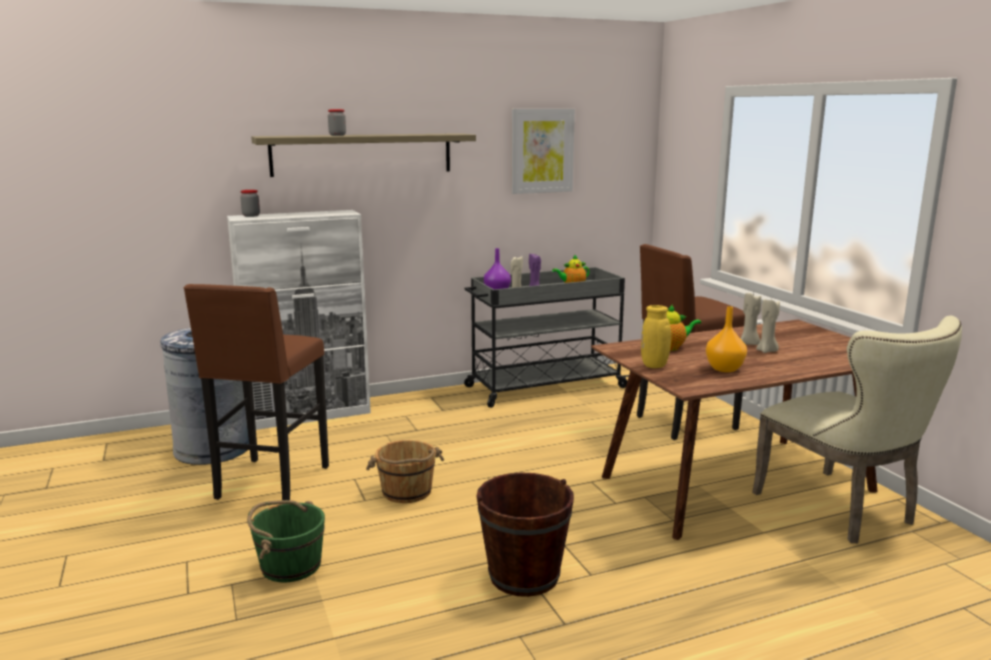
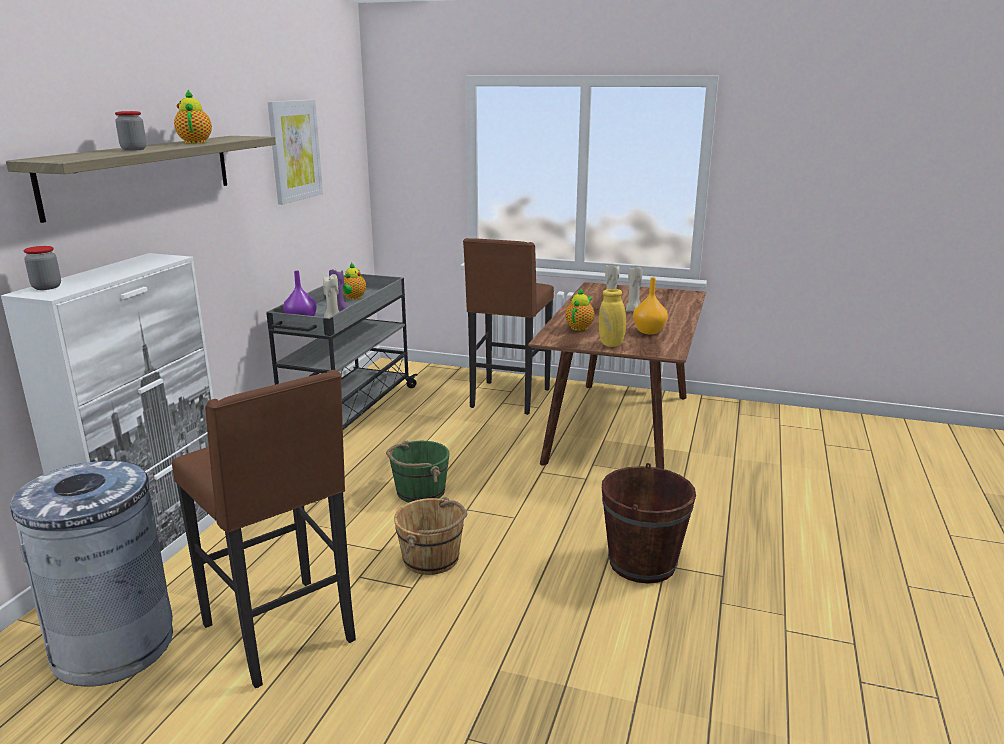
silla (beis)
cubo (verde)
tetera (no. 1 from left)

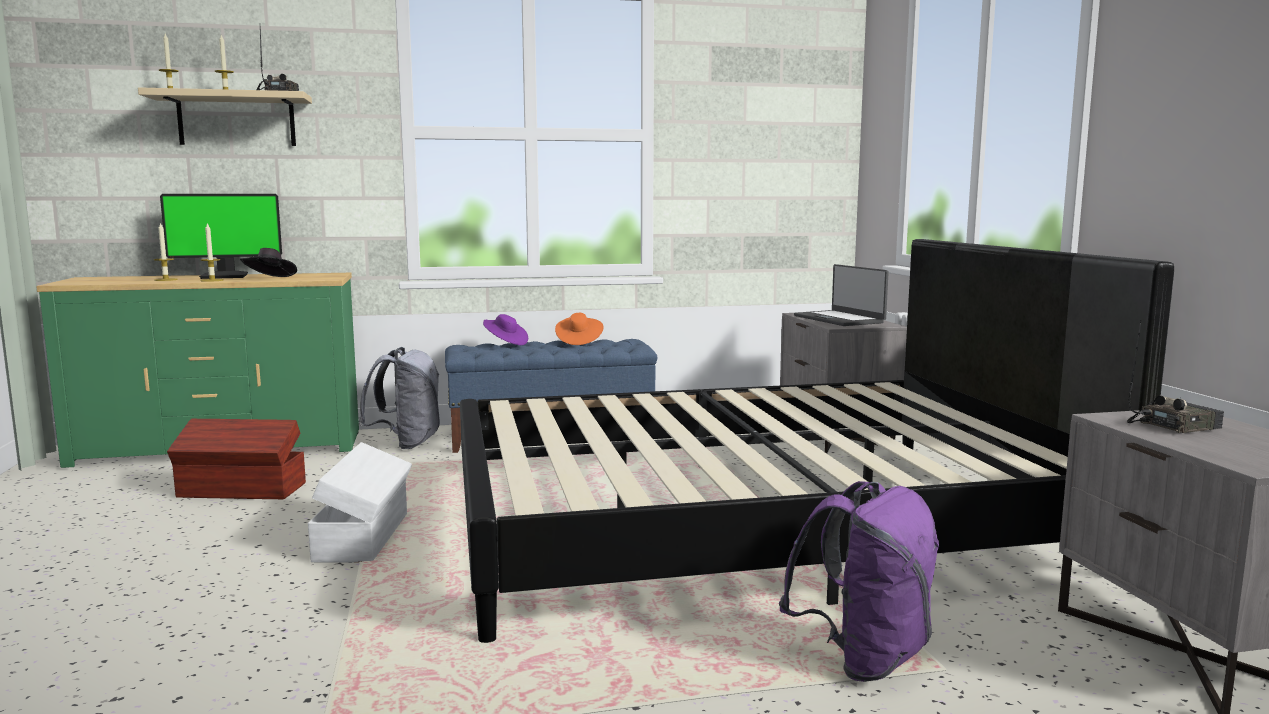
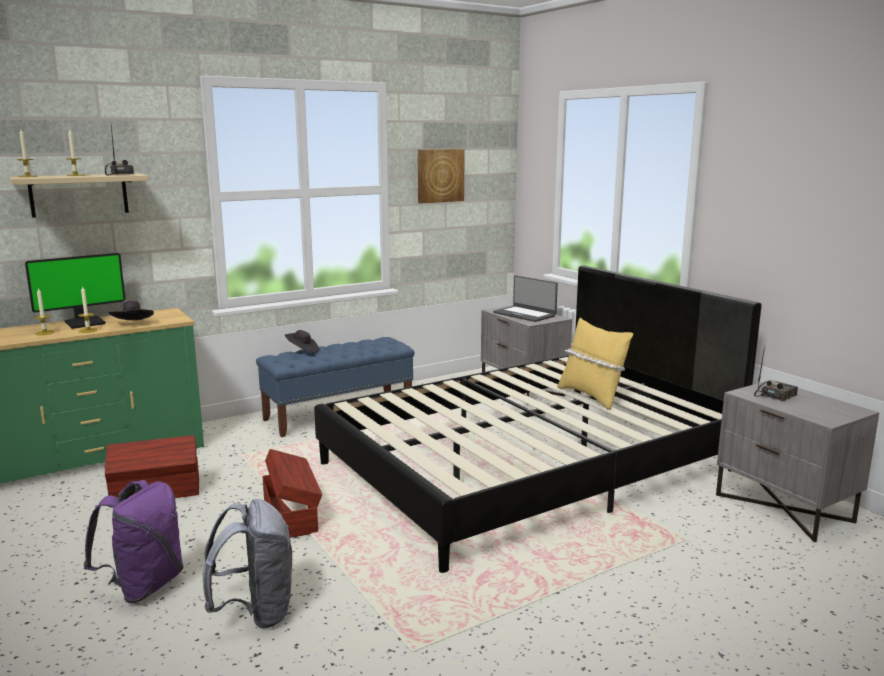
sombrero (naranja)
sombrero (negro) (no. 2 from left)
mochila (gris)
caja de almacenaje (marrón) (no. 2 from left)
mochila (morado)
cuadro
cojín (amarillo)

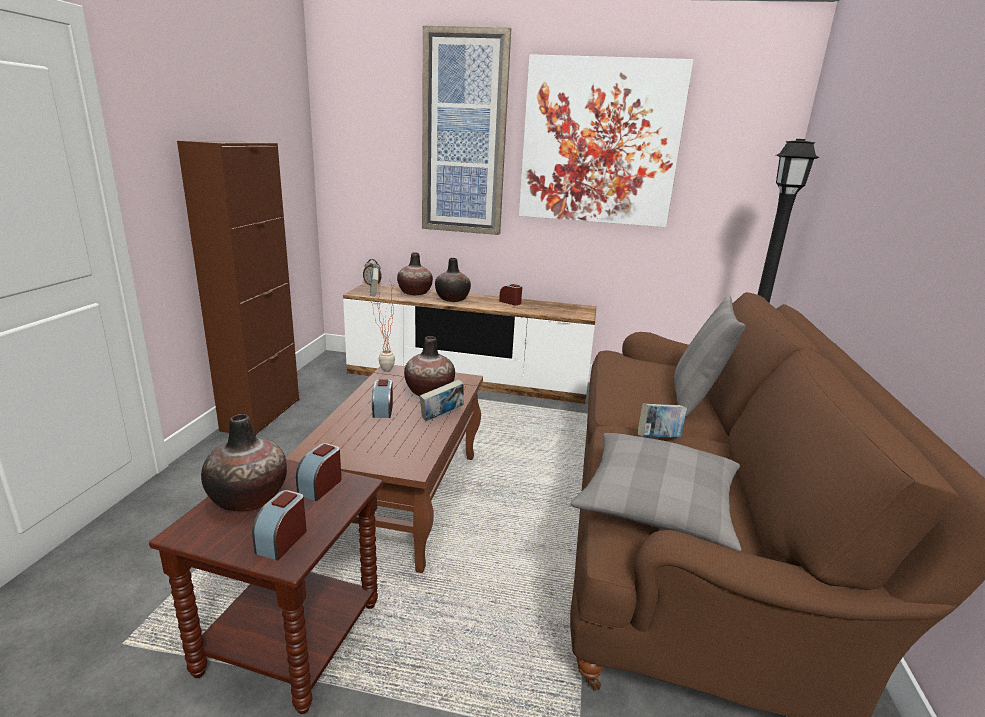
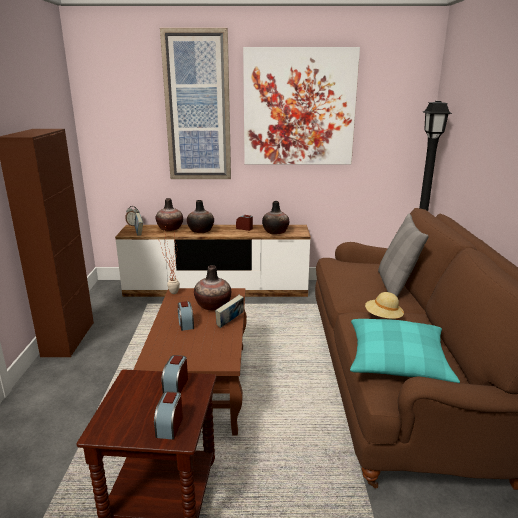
sombrero (beis)
florero (no. 4 from left)
cojín (turquesa)

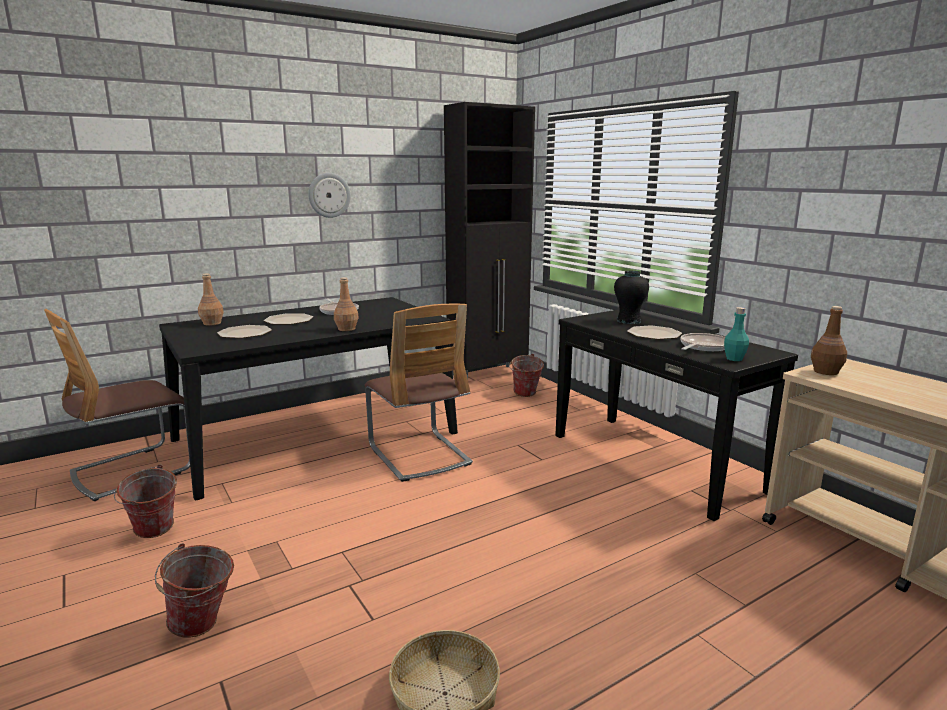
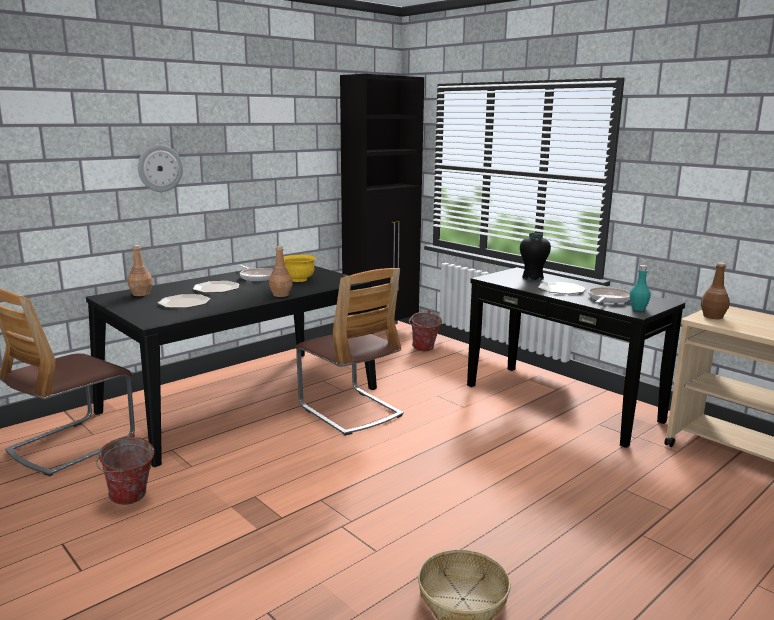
reloj de pared
cubo (no. 2 from left in the first image)
cuenco (amarillo)

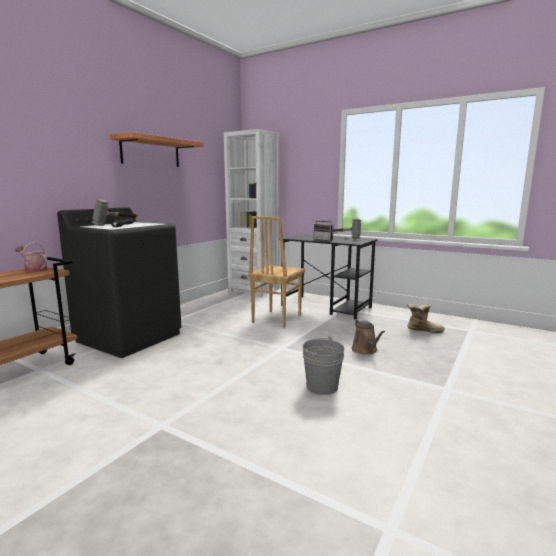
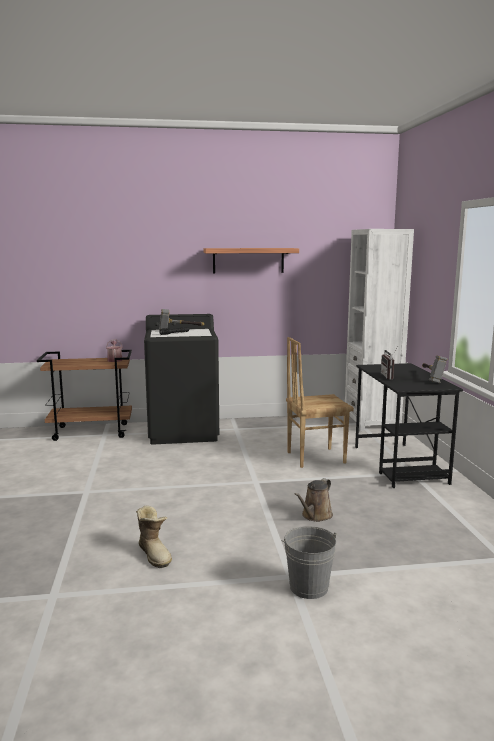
bota
cubo (gris)

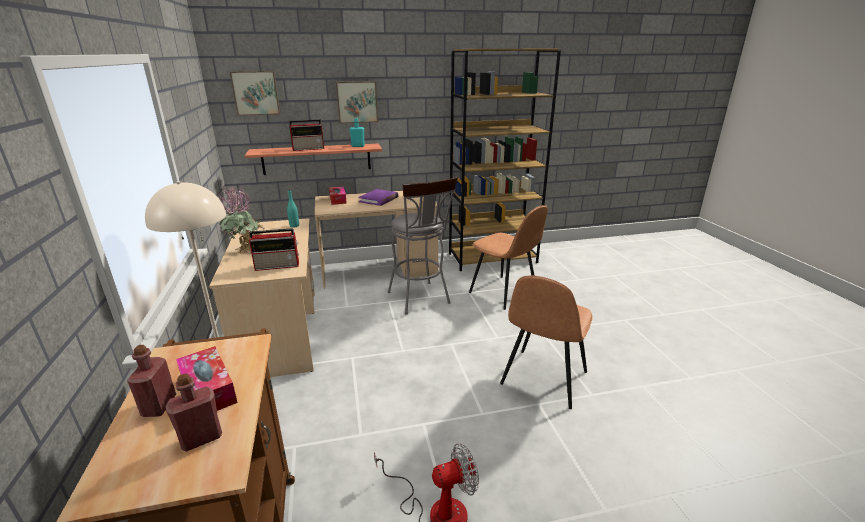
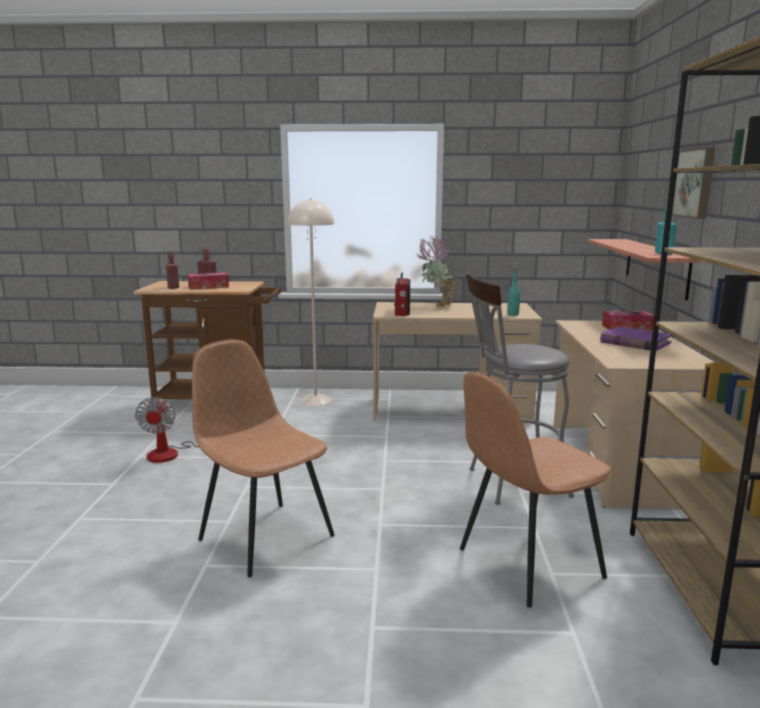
cuadro (no. 1 from left in the first image)
radio (no. 2 from left in the first image)

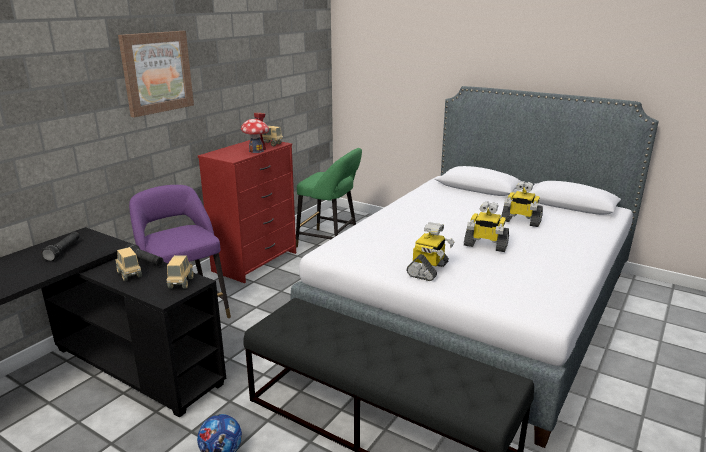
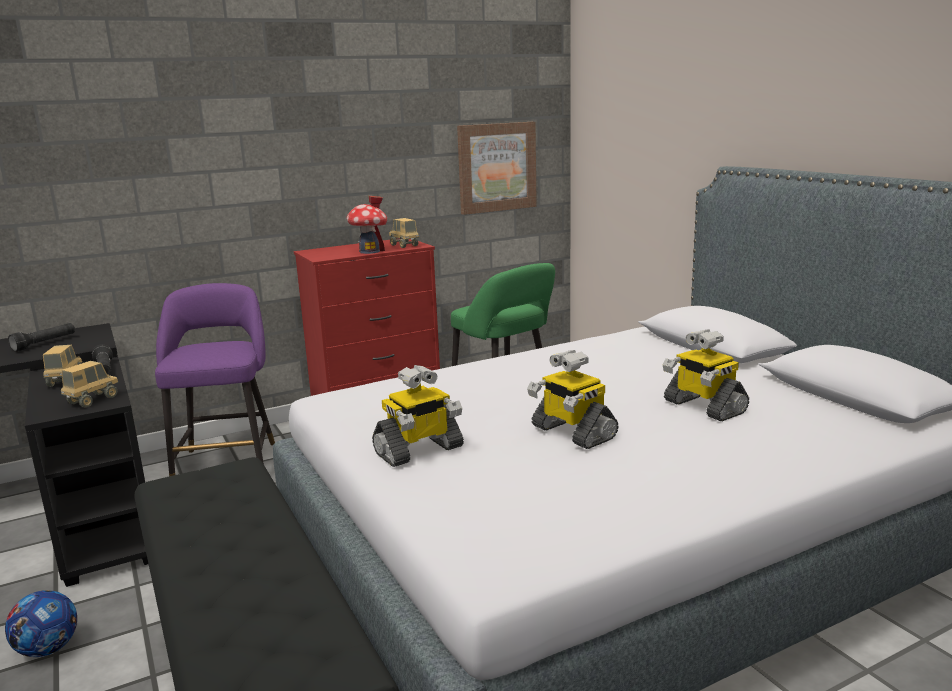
cuadro

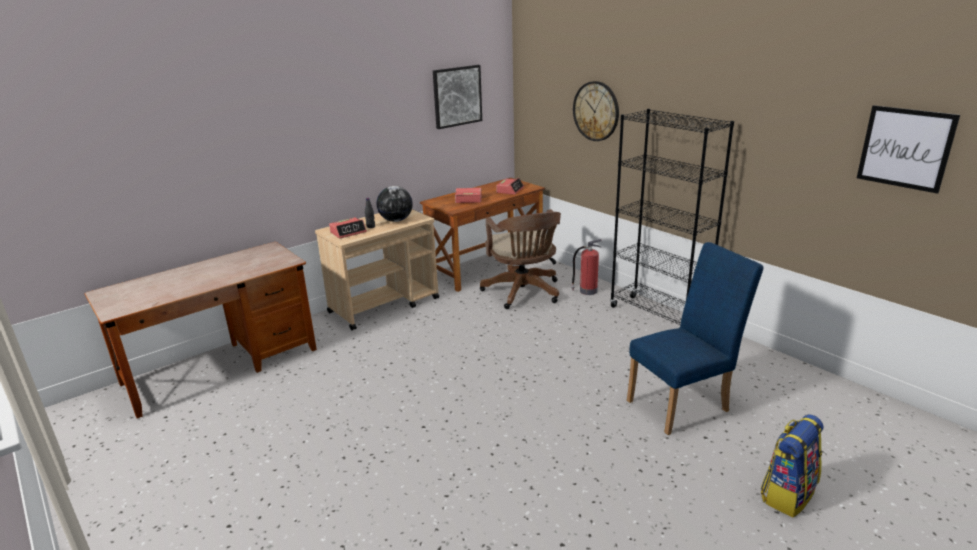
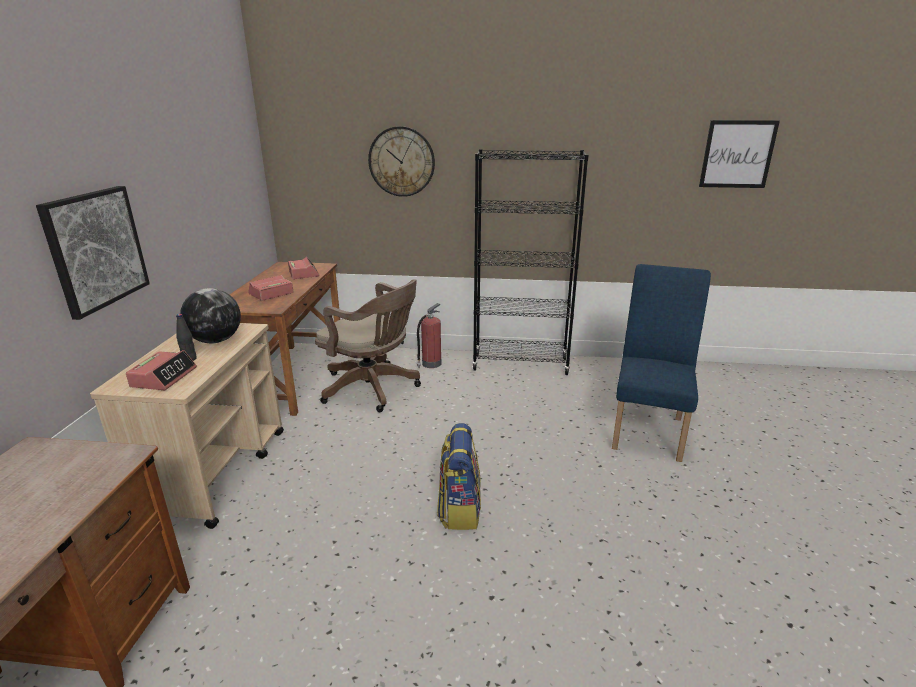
cuadro (no. 1 from left)
mochila

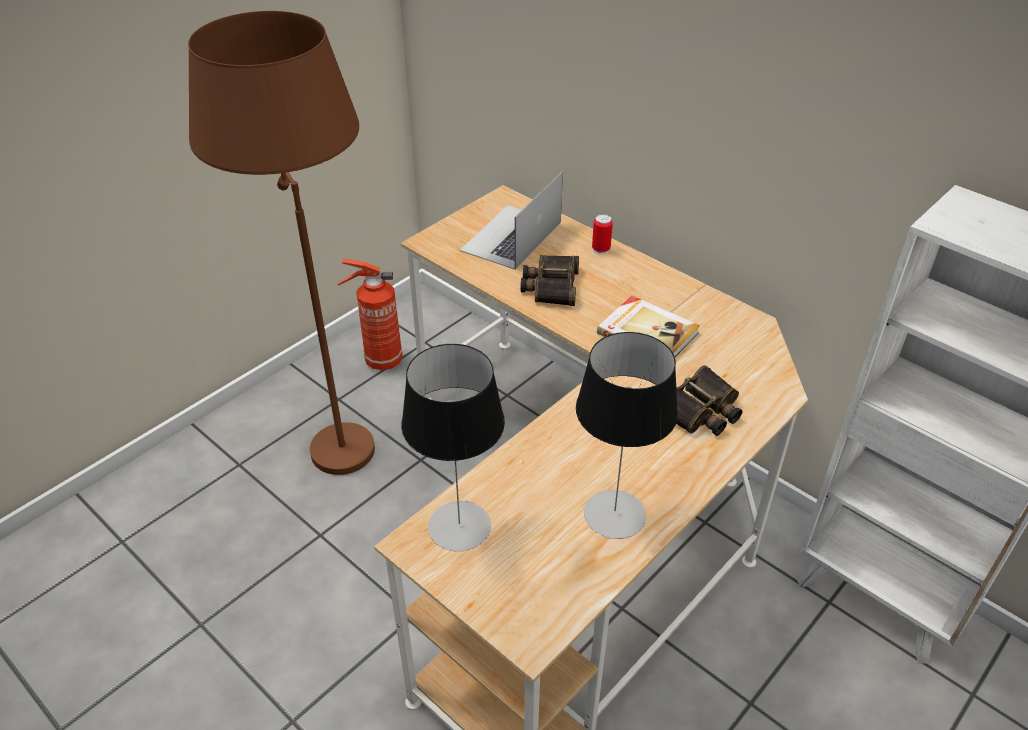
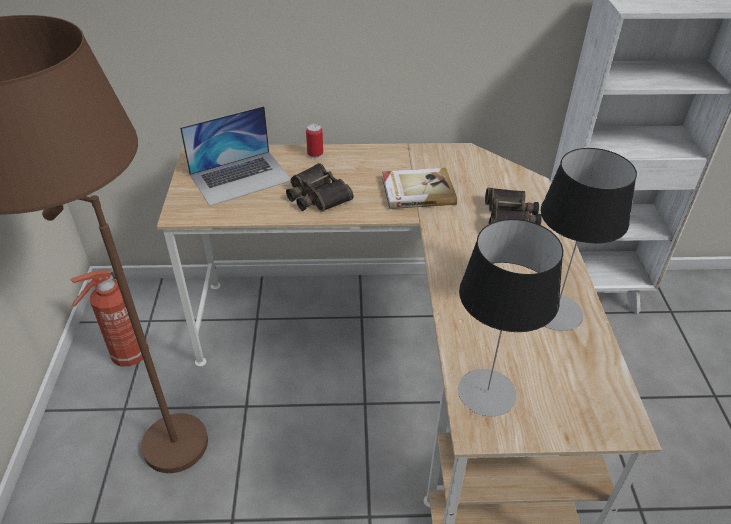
portátil

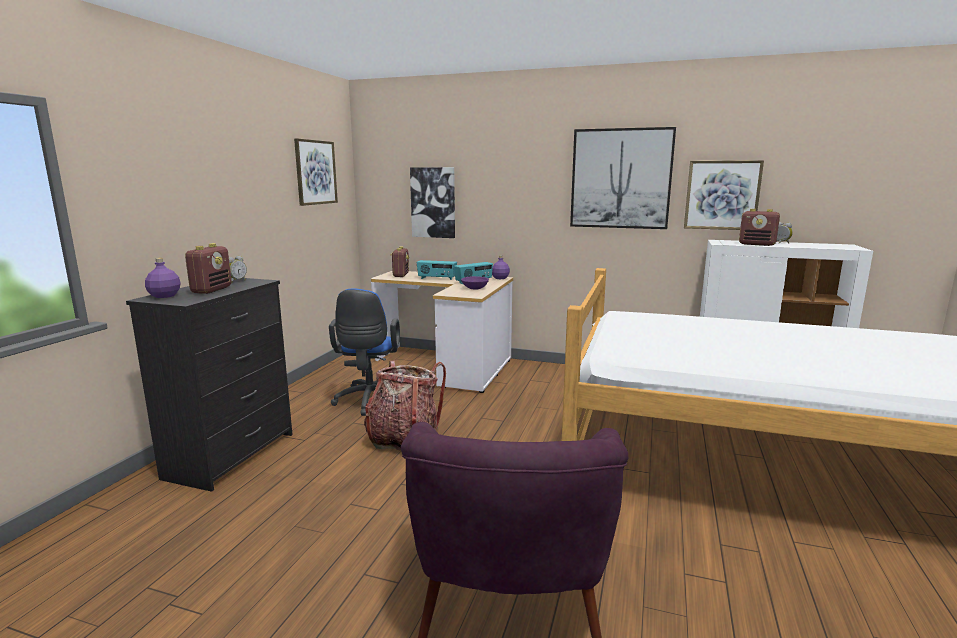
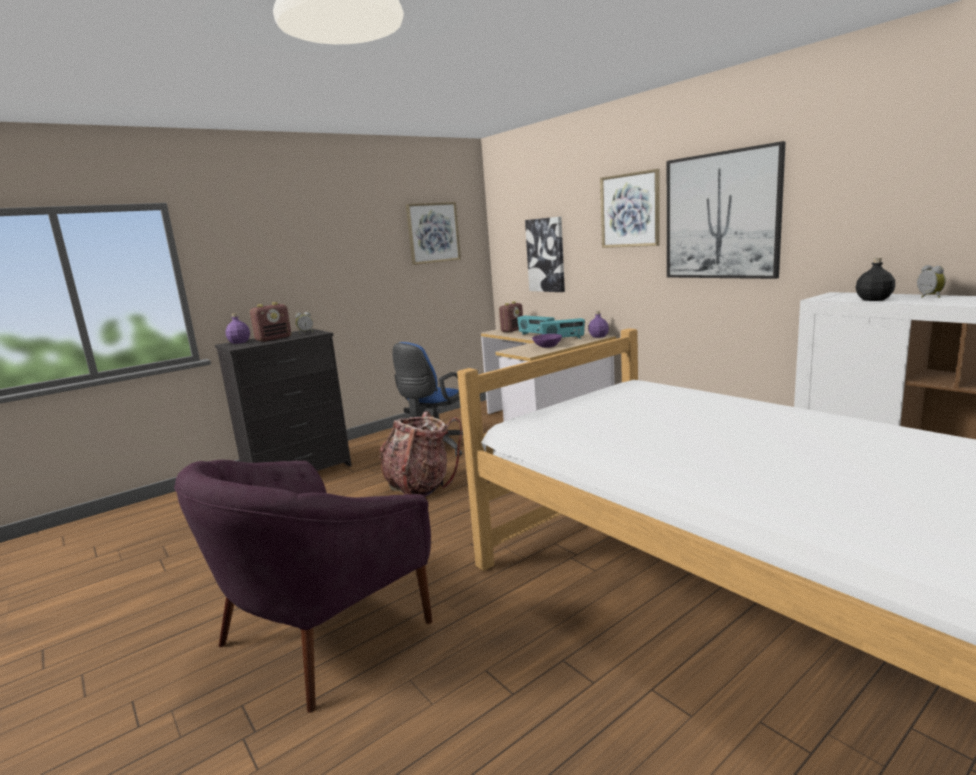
cuadro (no. 3 from left)
botella (negro)

